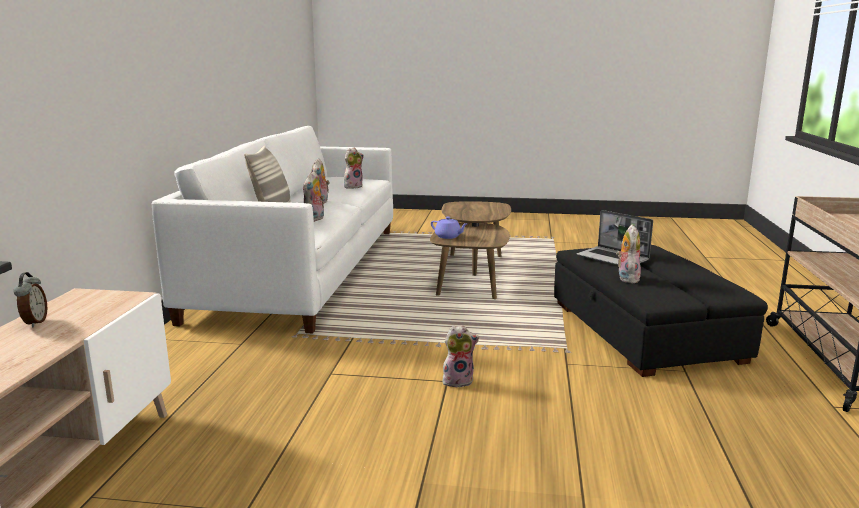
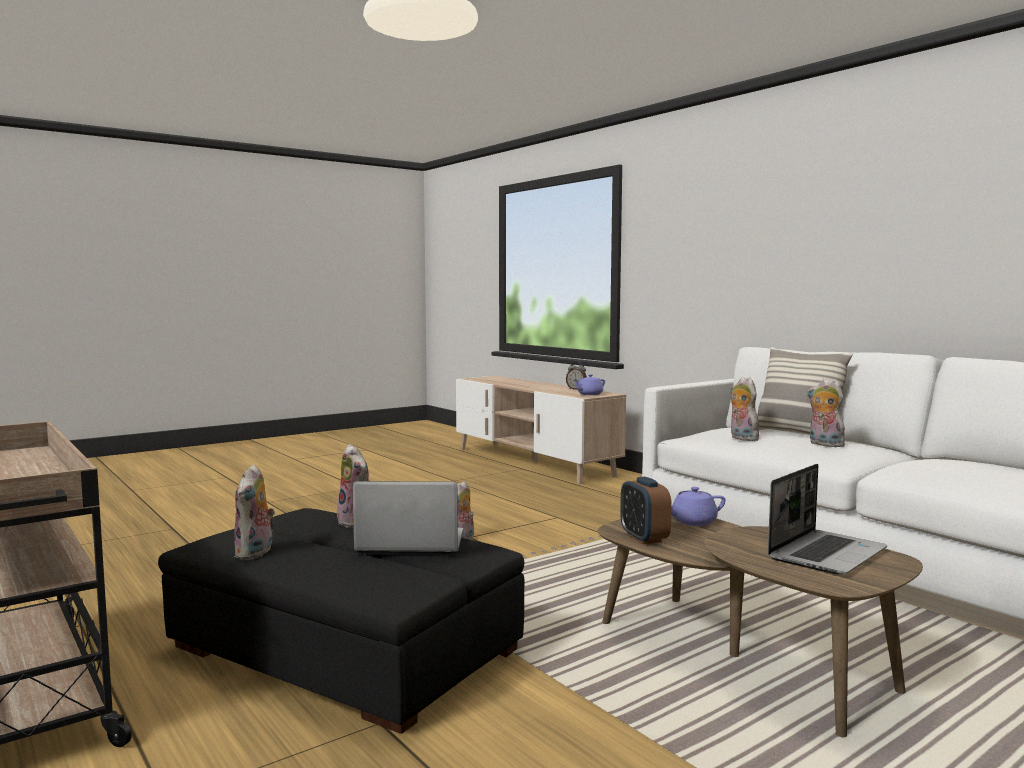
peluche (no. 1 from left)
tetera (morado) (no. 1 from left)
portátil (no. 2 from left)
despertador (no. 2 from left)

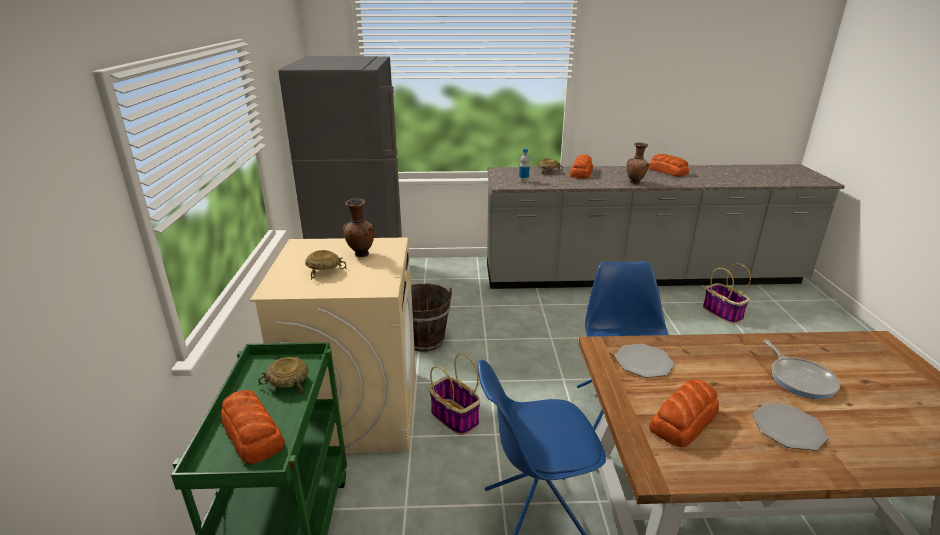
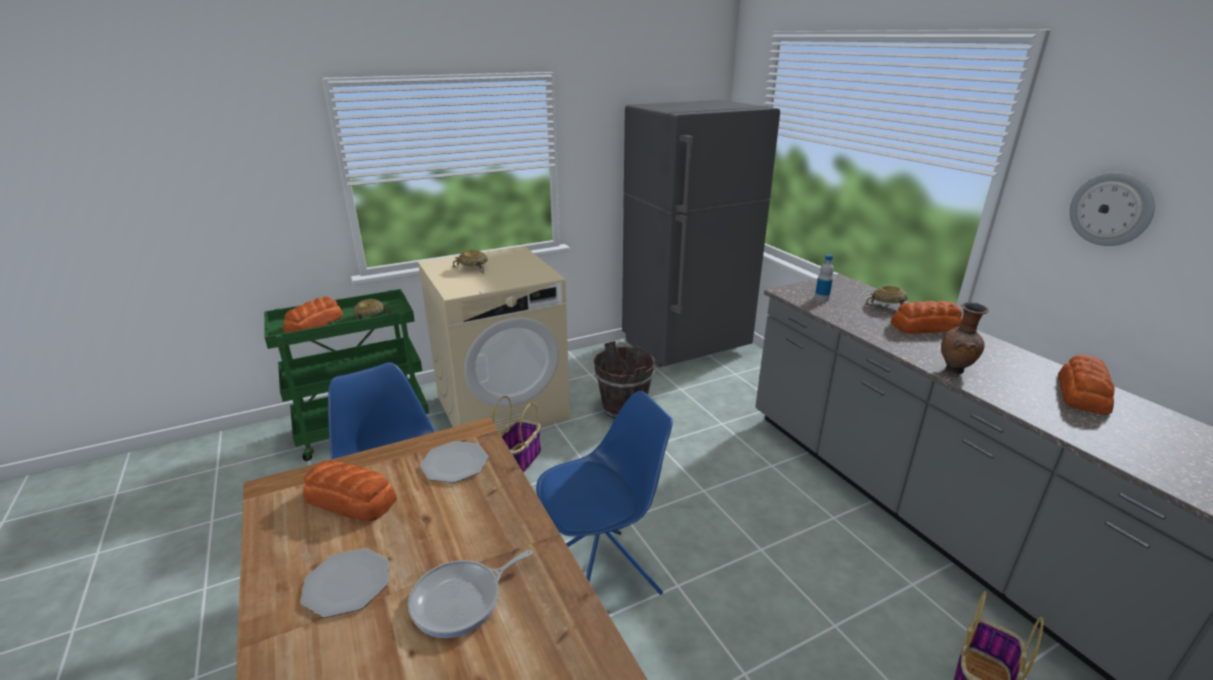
florero (marrón) (no. 1 from left in the first image)
reloj de pared

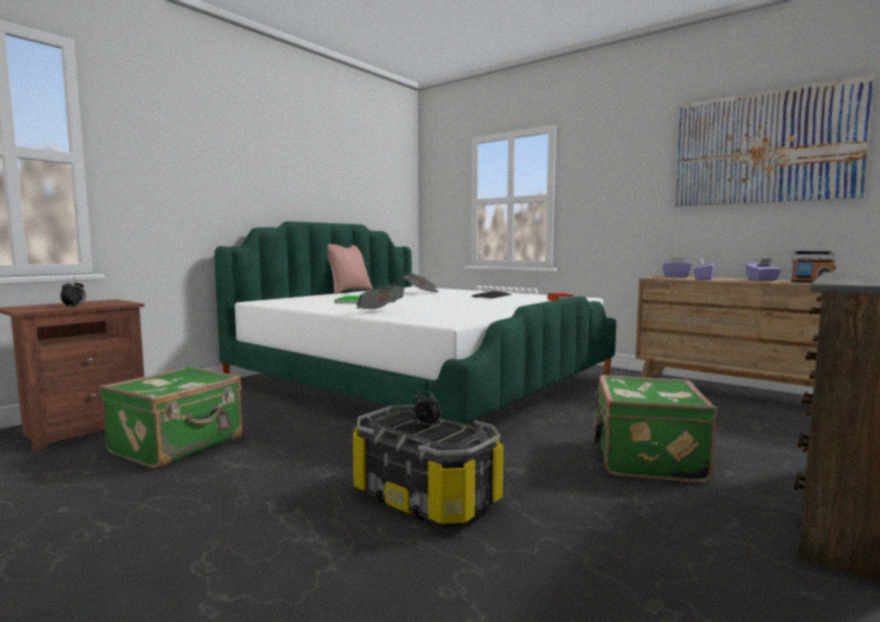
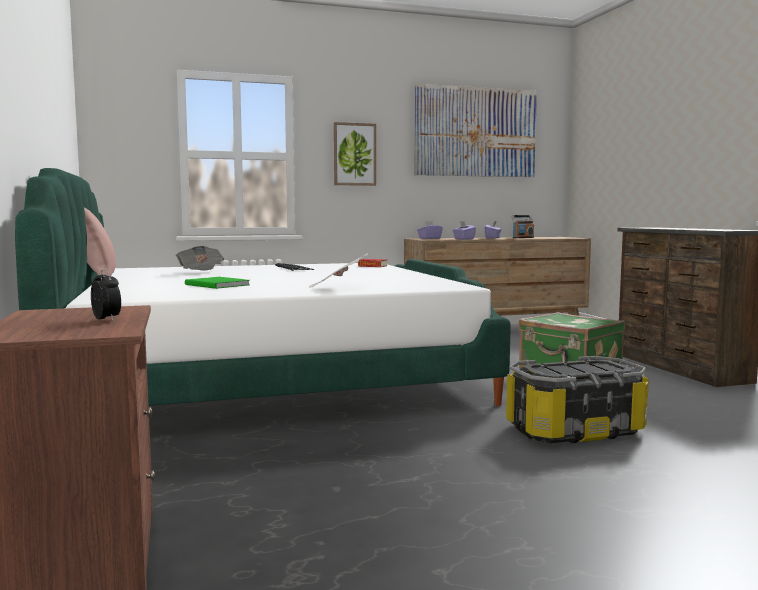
maleta (verde) (no. 1 from left in the first image)
despertador (no. 2 from left in the first image)
cuadro (no. 1 from left)

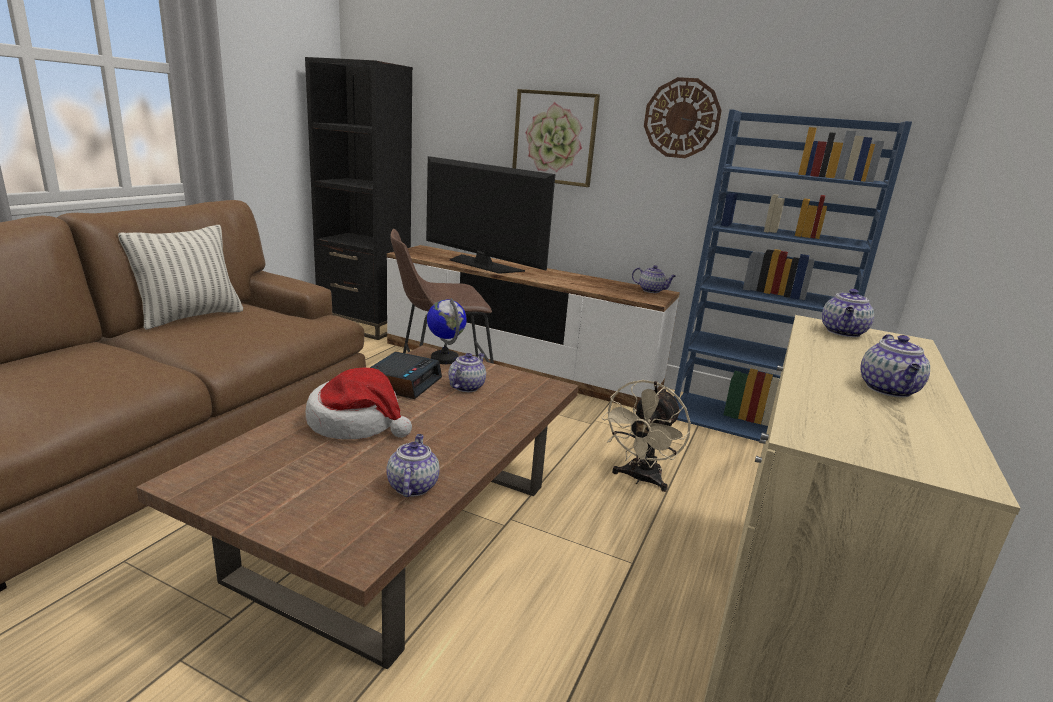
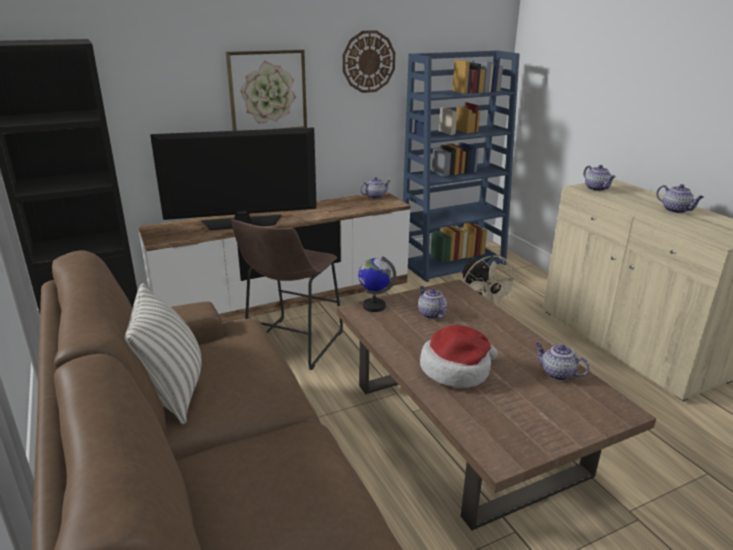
despertador

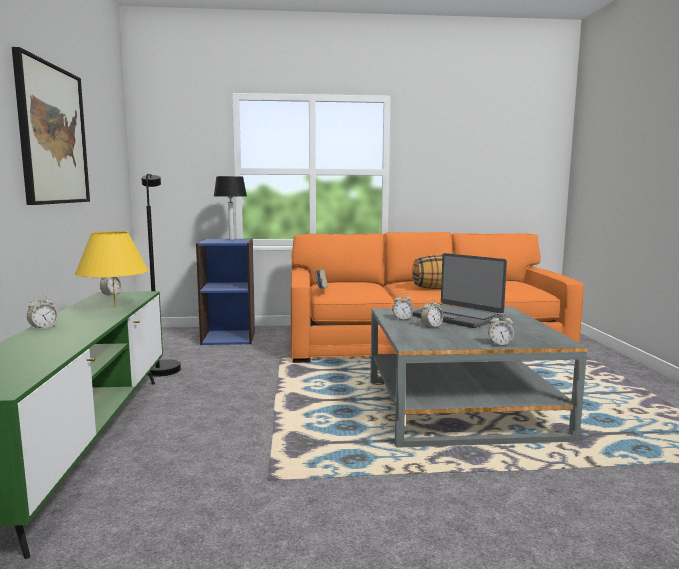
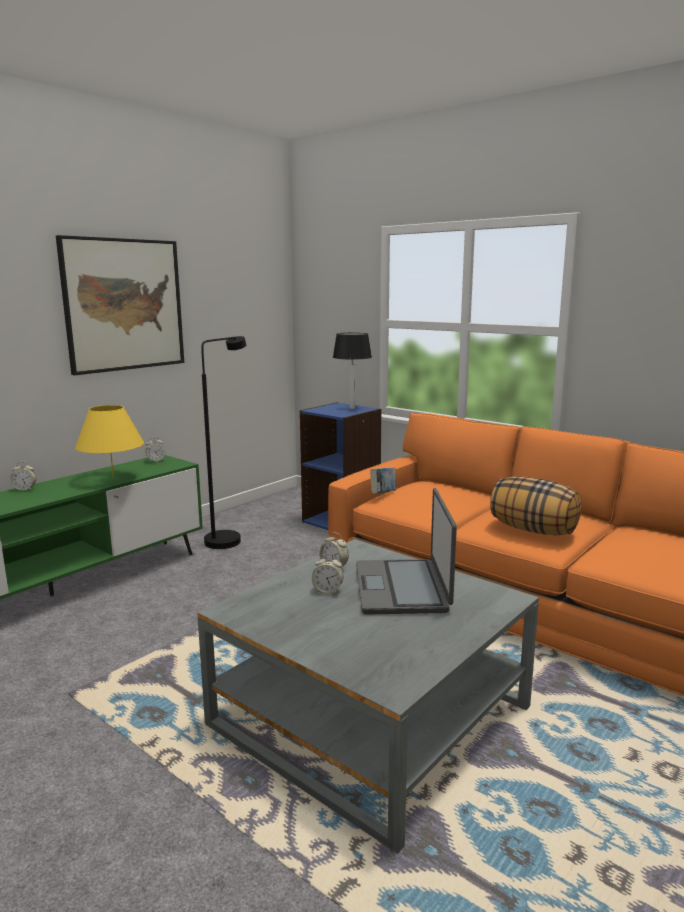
despertador (no. 5 from left in the first image)

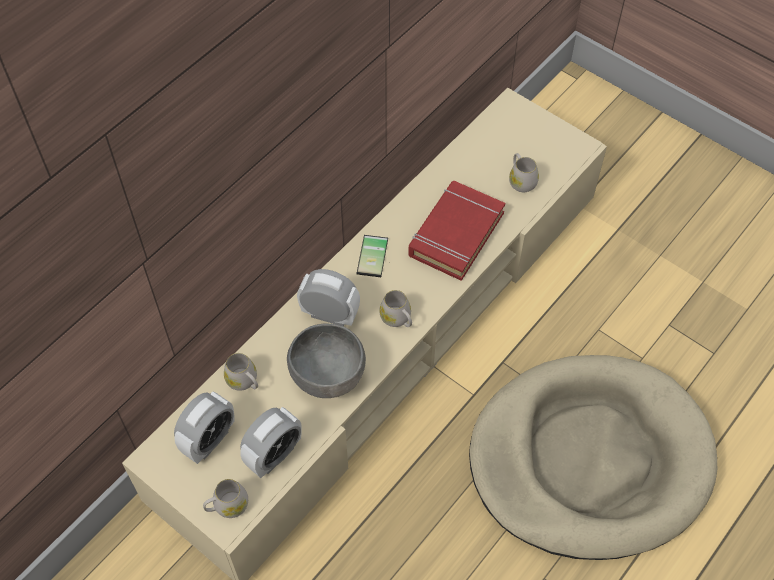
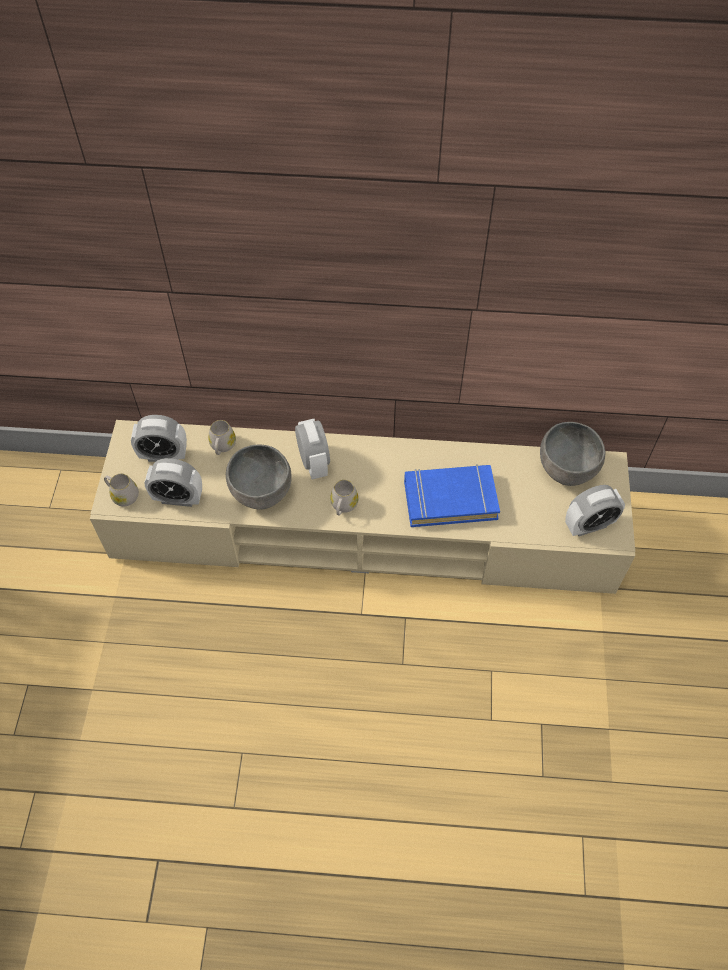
taza grande (blanco) (no. 4 from left in the first image)
libro (azul)
móvil
cama para perro (beis)
cuenco (gris) (no. 2 from left)
despertador (no. 4 from left)

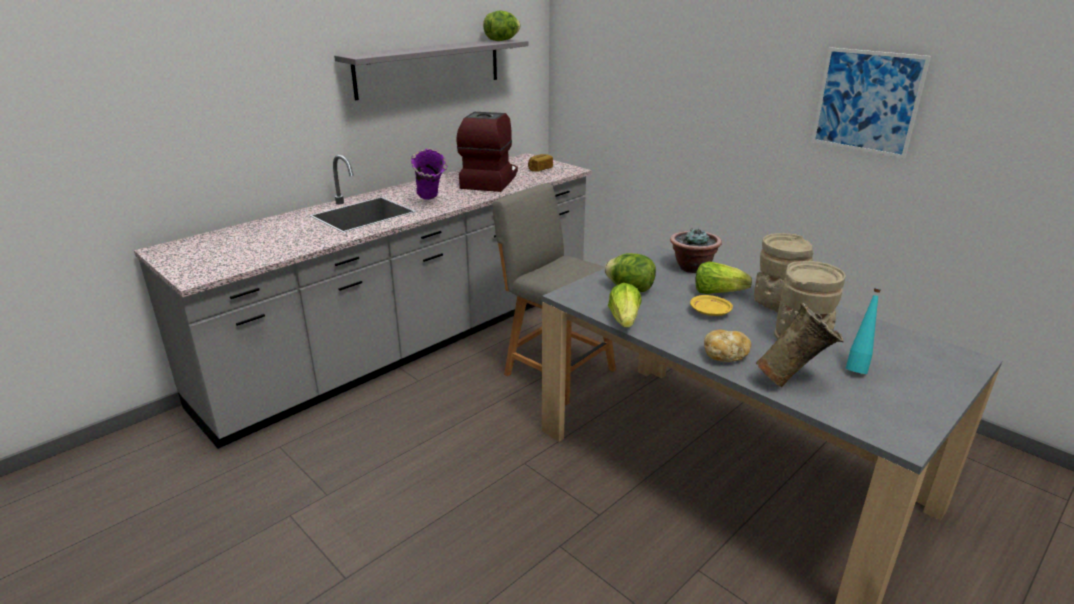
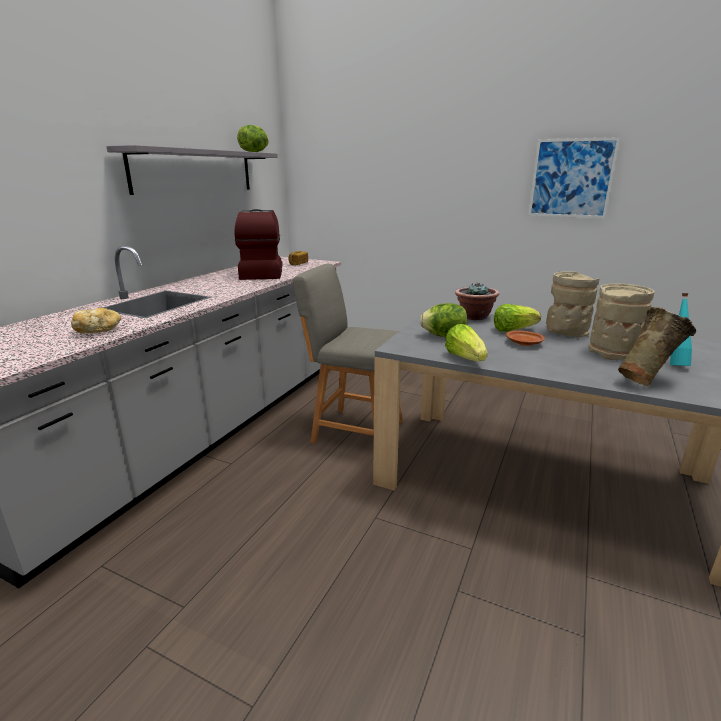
florero (morado)
plato (marrón)
pan (no. 1 from left)

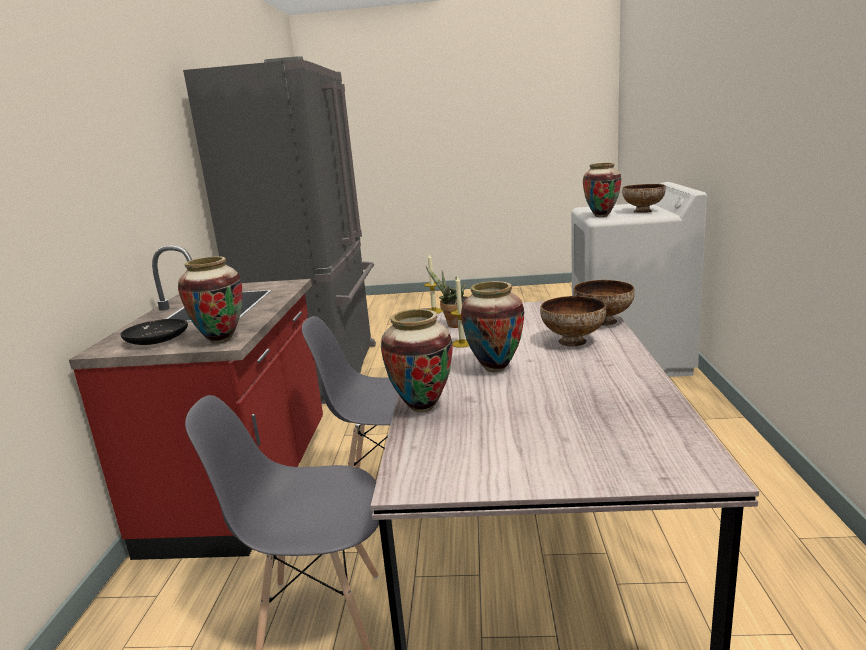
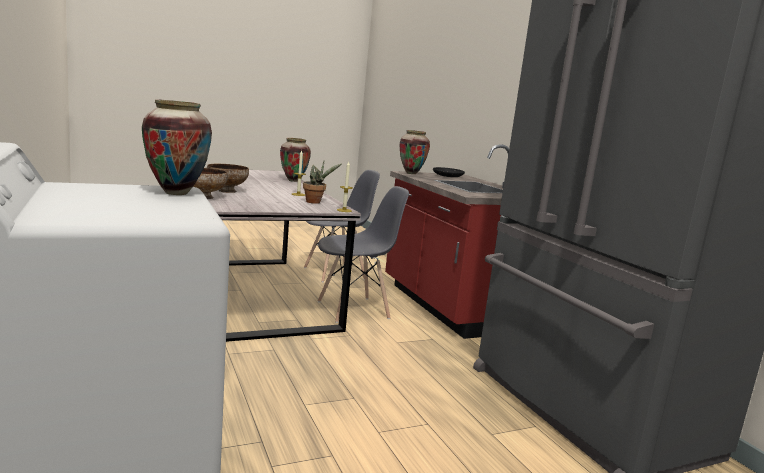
cuenco (no. 3 from left in the first image)
florero (no. 3 from left in the first image)

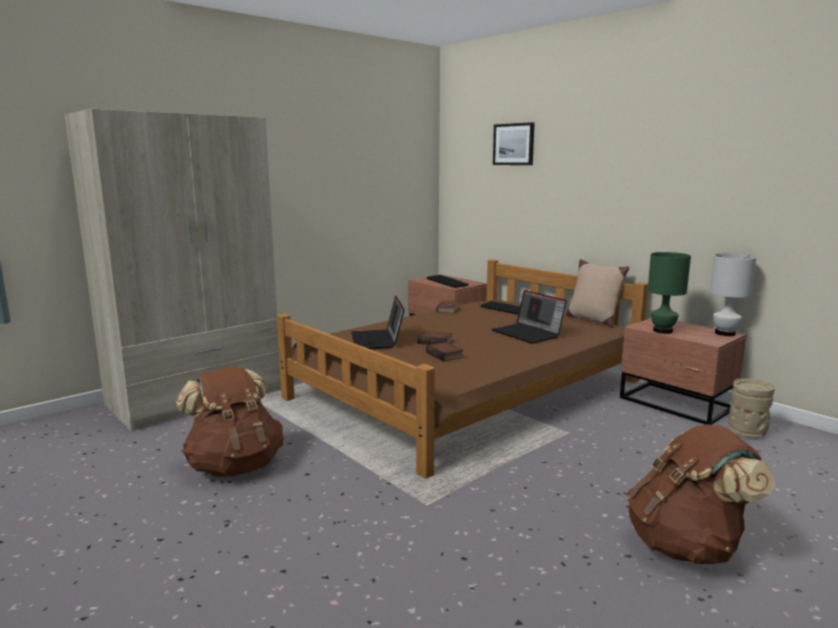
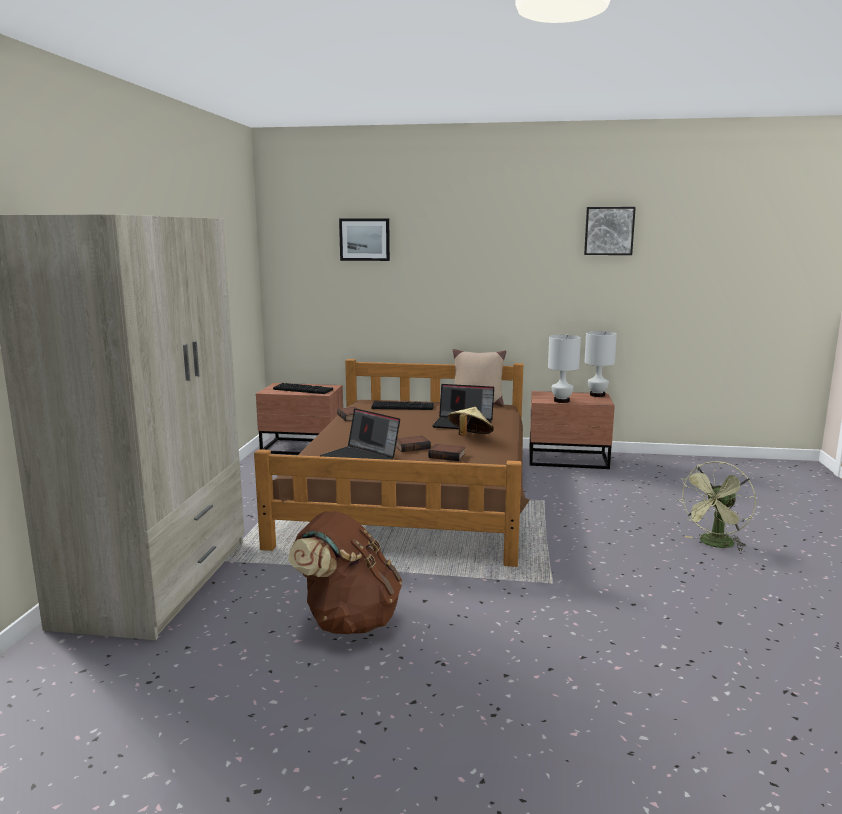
lámpara de mesa (blanco) (no. 1 from left)
florero (beis)
ventilador (verde)
cuadro (no. 2 from left)
sombrero (beis)

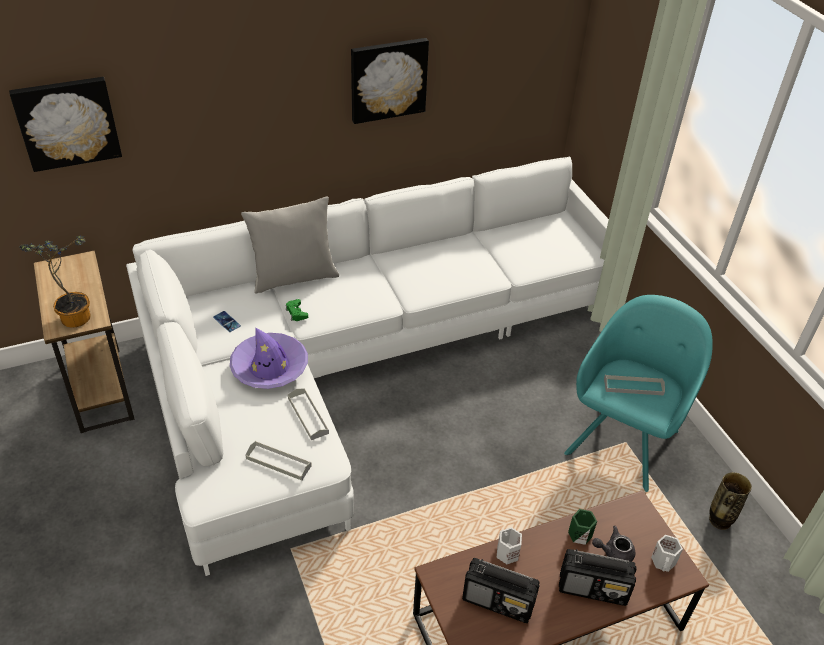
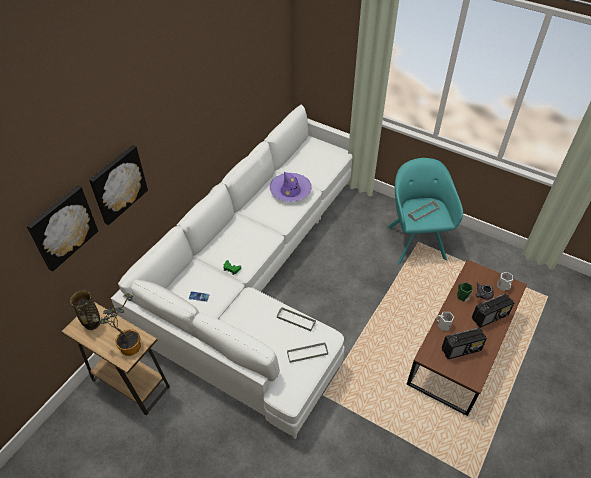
cuadro (no. 2 from left)
cojín (gris)
sombrero (morado)
florero

